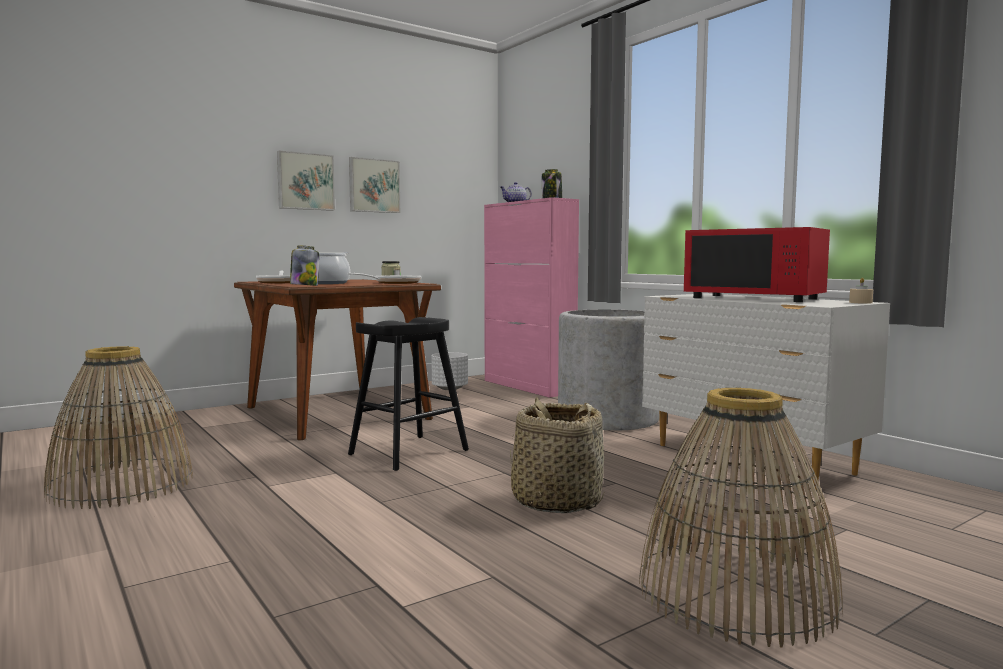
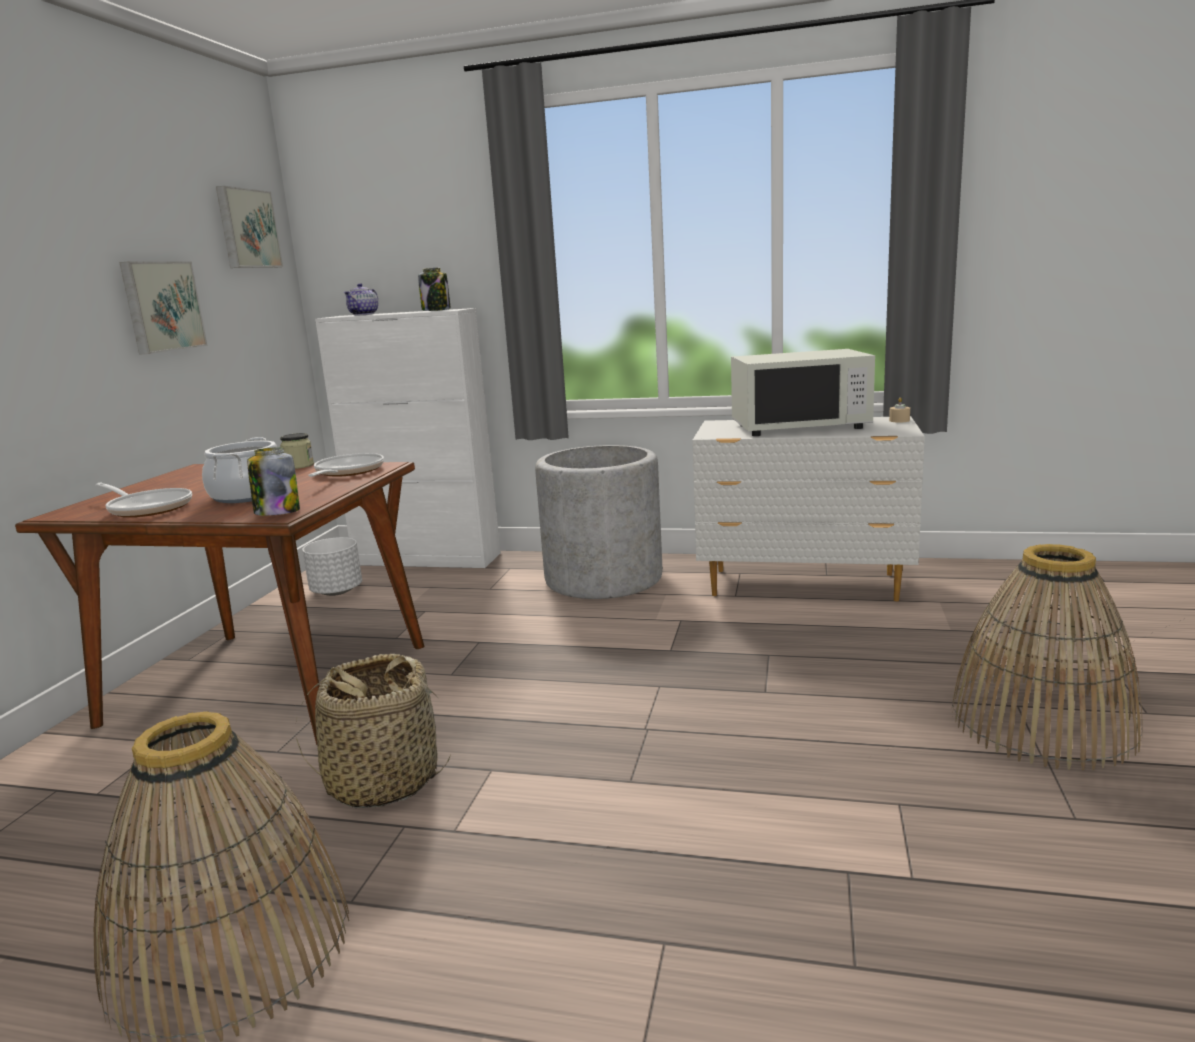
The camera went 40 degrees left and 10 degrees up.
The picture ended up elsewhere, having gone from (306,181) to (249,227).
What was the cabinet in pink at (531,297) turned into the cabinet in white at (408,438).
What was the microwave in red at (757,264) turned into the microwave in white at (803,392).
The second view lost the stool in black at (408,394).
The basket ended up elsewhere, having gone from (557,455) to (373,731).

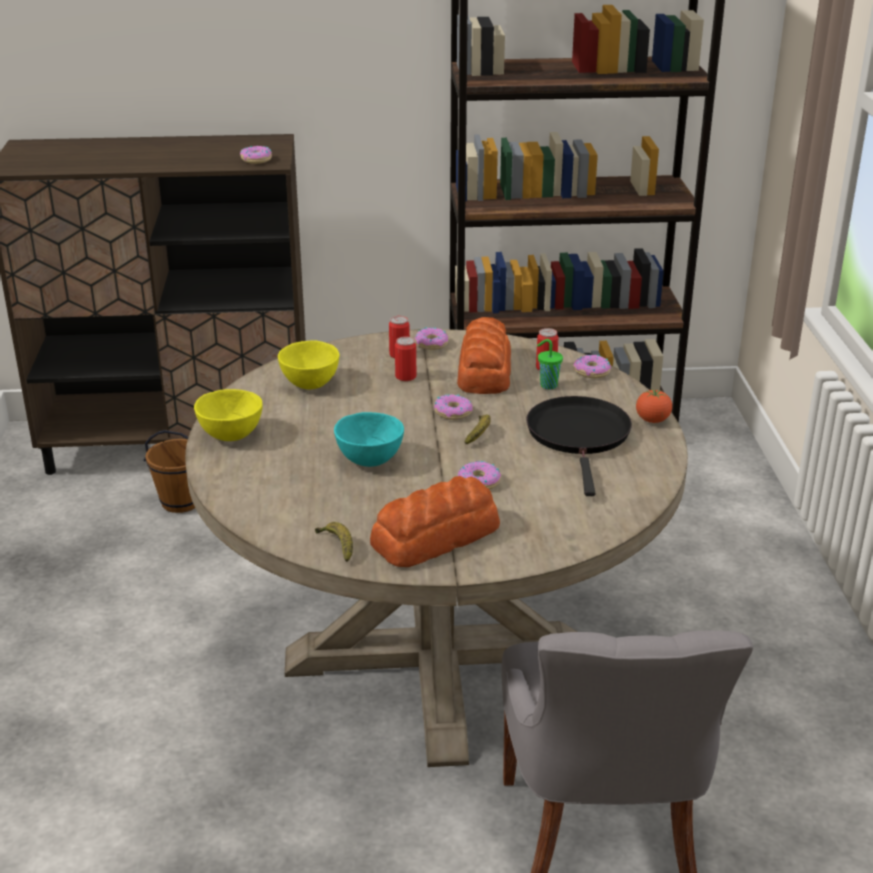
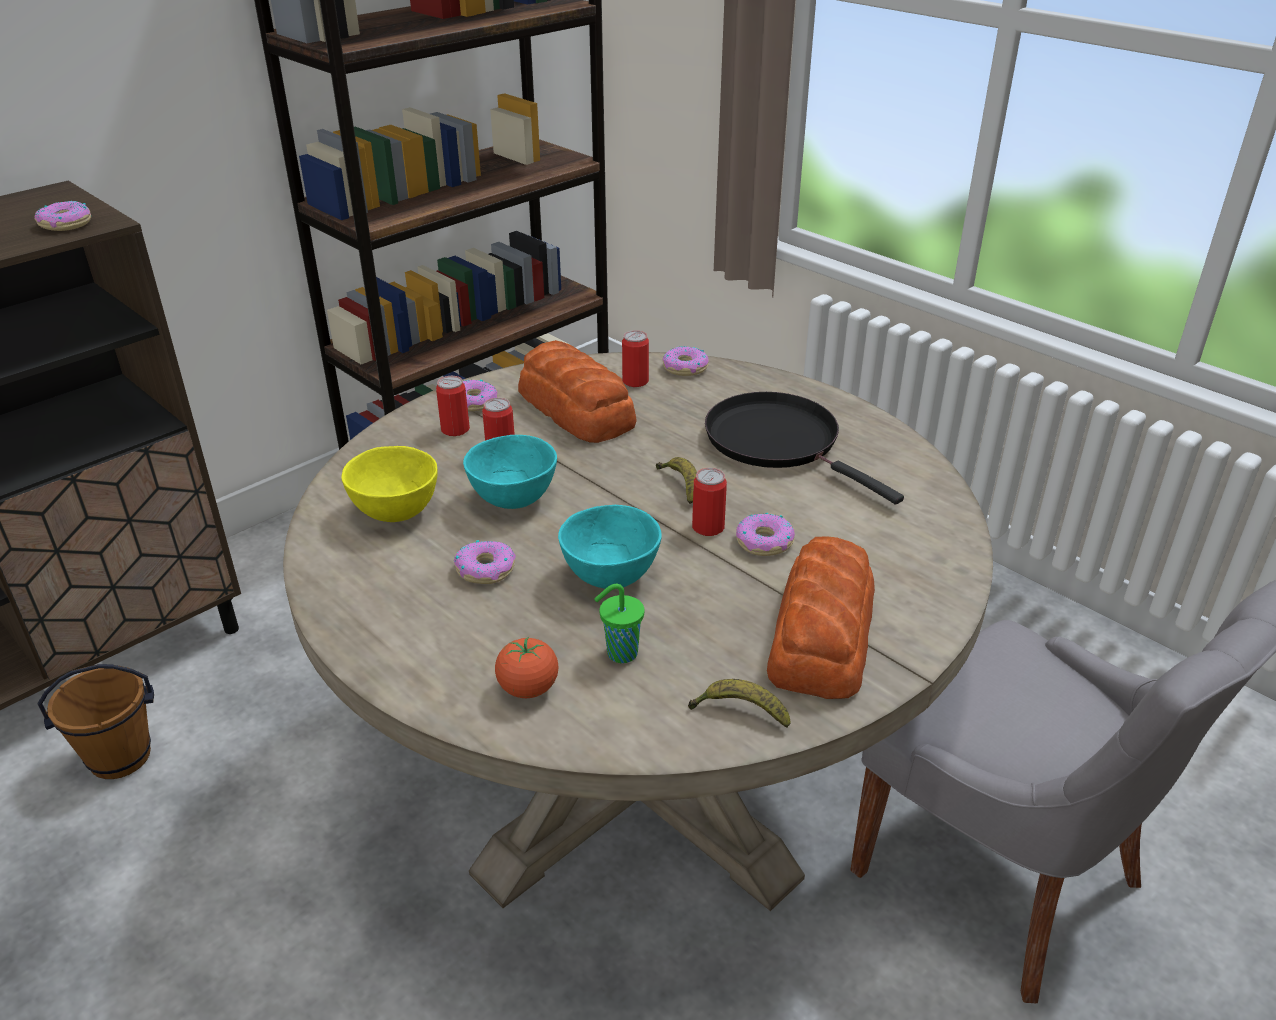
The camera went 40 degrees left and 5 degrees up.
The cup in green ended up elsewhere, having gone from (550,364) to (619,623).
The second view lost the bowl in yellow at (228,415).
The tomato ended up elsewhere, having gone from (654,406) to (526,667).
The donut ended up elsewhere, having gone from (453,407) to (485,562).
The second view gained the bowl in turquoise at (510,472).
The second view gained the can at (709,502).

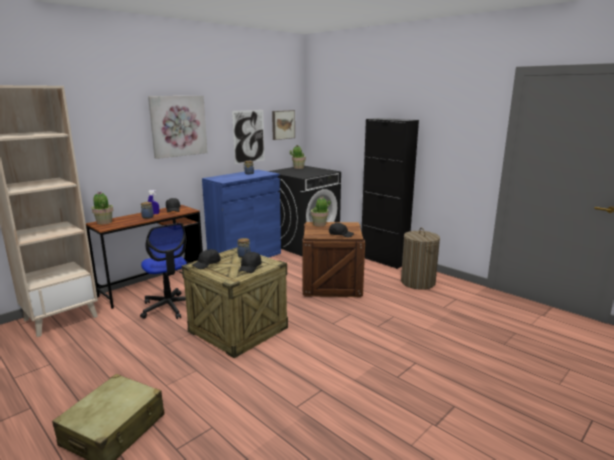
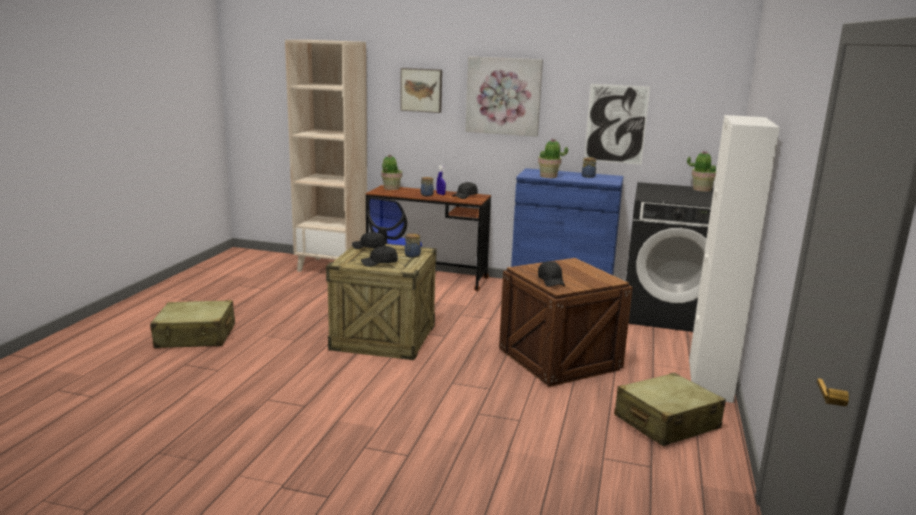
The camera went 60 degrees right and 0 degrees up.
The picture ended up elsewhere, having gone from (283,125) to (421,90).
What was the cabinet in black at (390,193) turned into the cabinet in white at (734,259).
The potted plant ended up elsewhere, having gone from (320,212) to (553,158).
Where the laundry basket stood at (420,259), the suitcase in beige came to stand at (670,409).

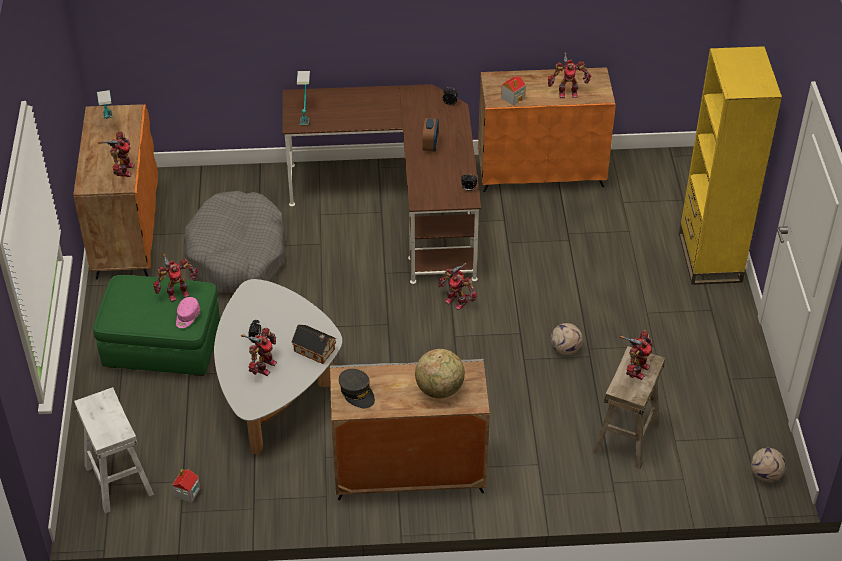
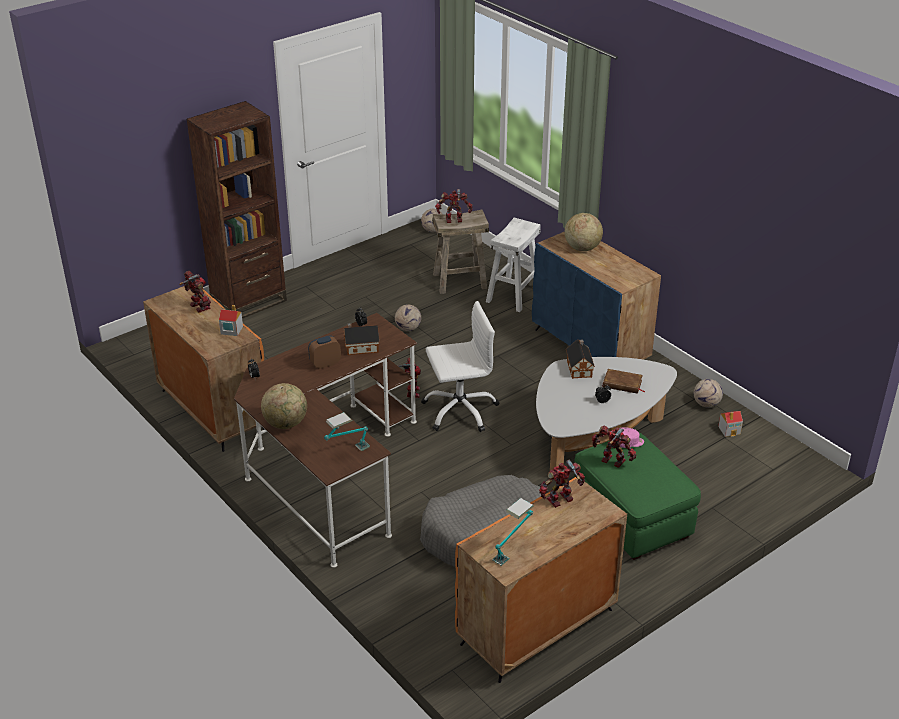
The camera went 125 degrees left and 10 degrees down.
What was the bookcase in yellow at (730,165) turned into the bookcase in brown at (237,210).
Where the toy robot stood at (259,352), the book in brown came to stand at (624,381).
What was the cabinet in grey at (410,429) turned into the cabinet in blue at (596,295).
The second view lost the cap in grey at (357,388).
The stool in white ended up elsewhere, having gone from (114,450) to (513,265).
The second view gained the office chair in white at (460,366).
The second view gained the toy house at (361,339).
The second view gained the football at (708,393).
The second view gained the globe at (284,406).

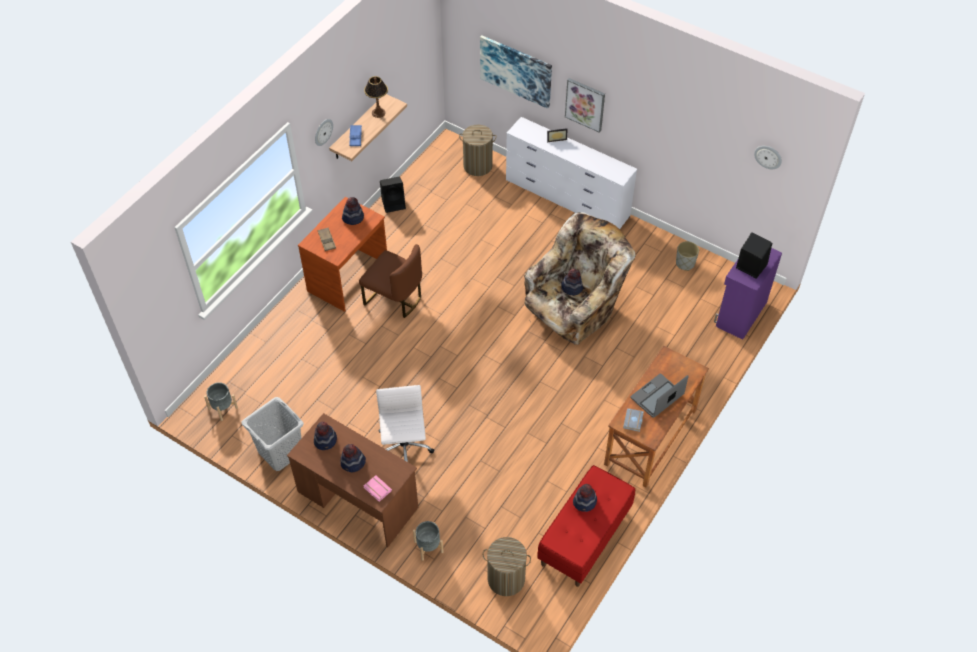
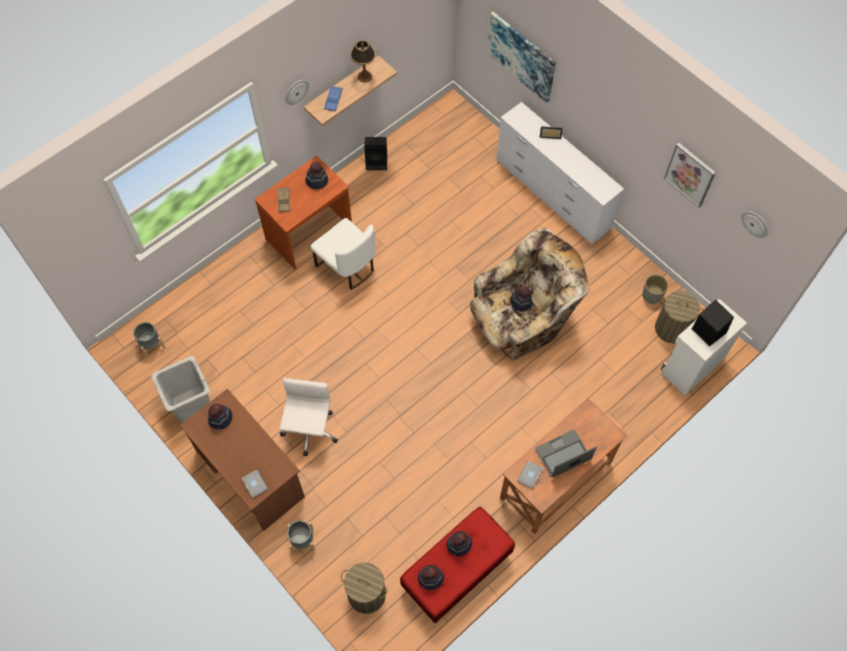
The camera went 15 degrees right and 10 degrees up.
The picture ended up elsewhere, having gone from (585,105) to (690,175).
The laundry basket ended up elsewhere, having gone from (478,150) to (679,317).
What was the chair in brown at (390,281) turned into the chair in white at (343,254).
What was the cabinet in purple at (748,294) turned into the cabinet in white at (704,347).
The hat ended up elsewhere, having gone from (353,458) to (431,577).
What was the book in pink at (378,488) turned into the book in grey at (255,484).

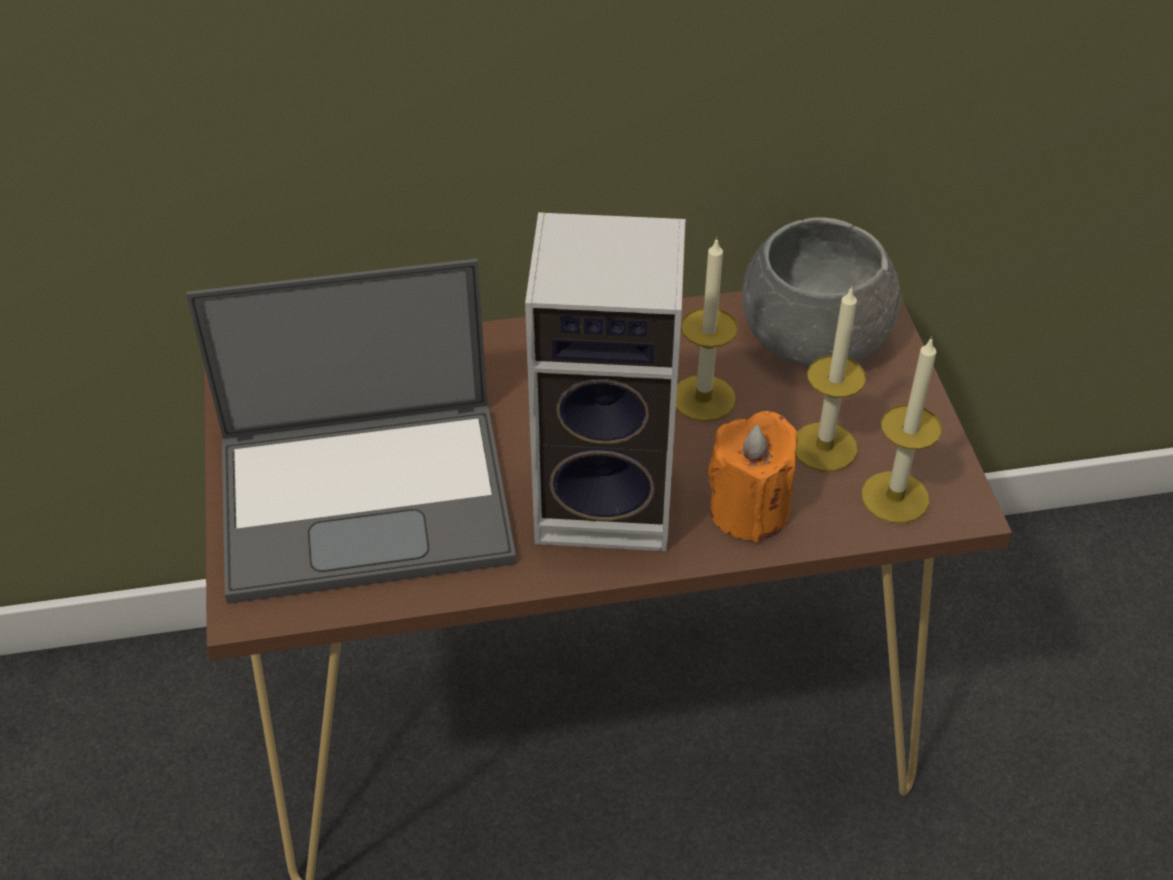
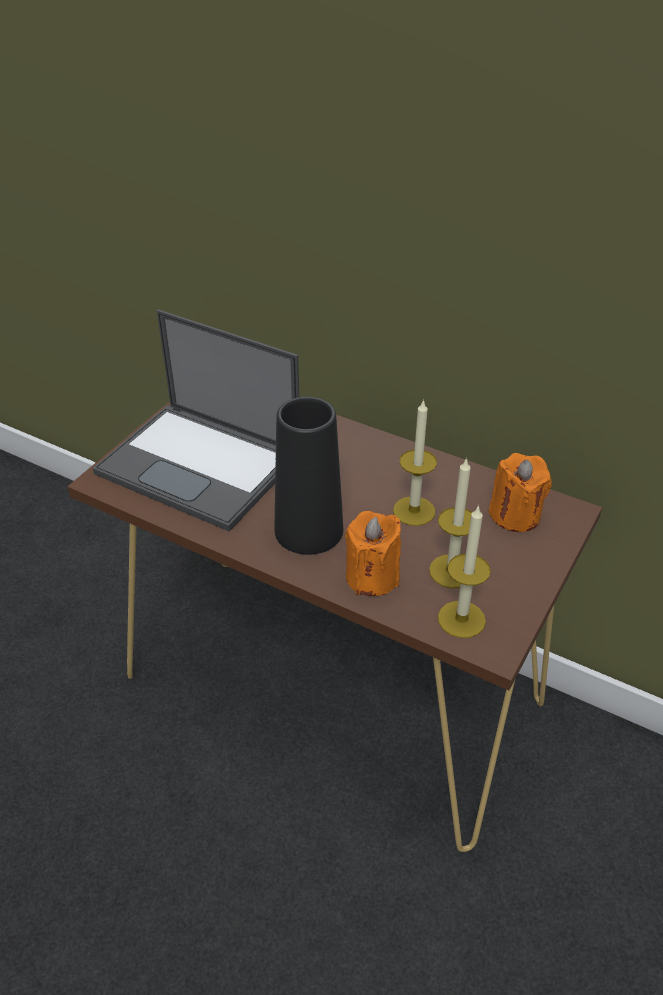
The camera went 40 degrees right and 5 degrees down.
Where the speaker stood at (605,381), the vase in black came to stand at (308,476).
Where the bowl in grey stood at (821,291), the candle in orange came to stand at (520,492).

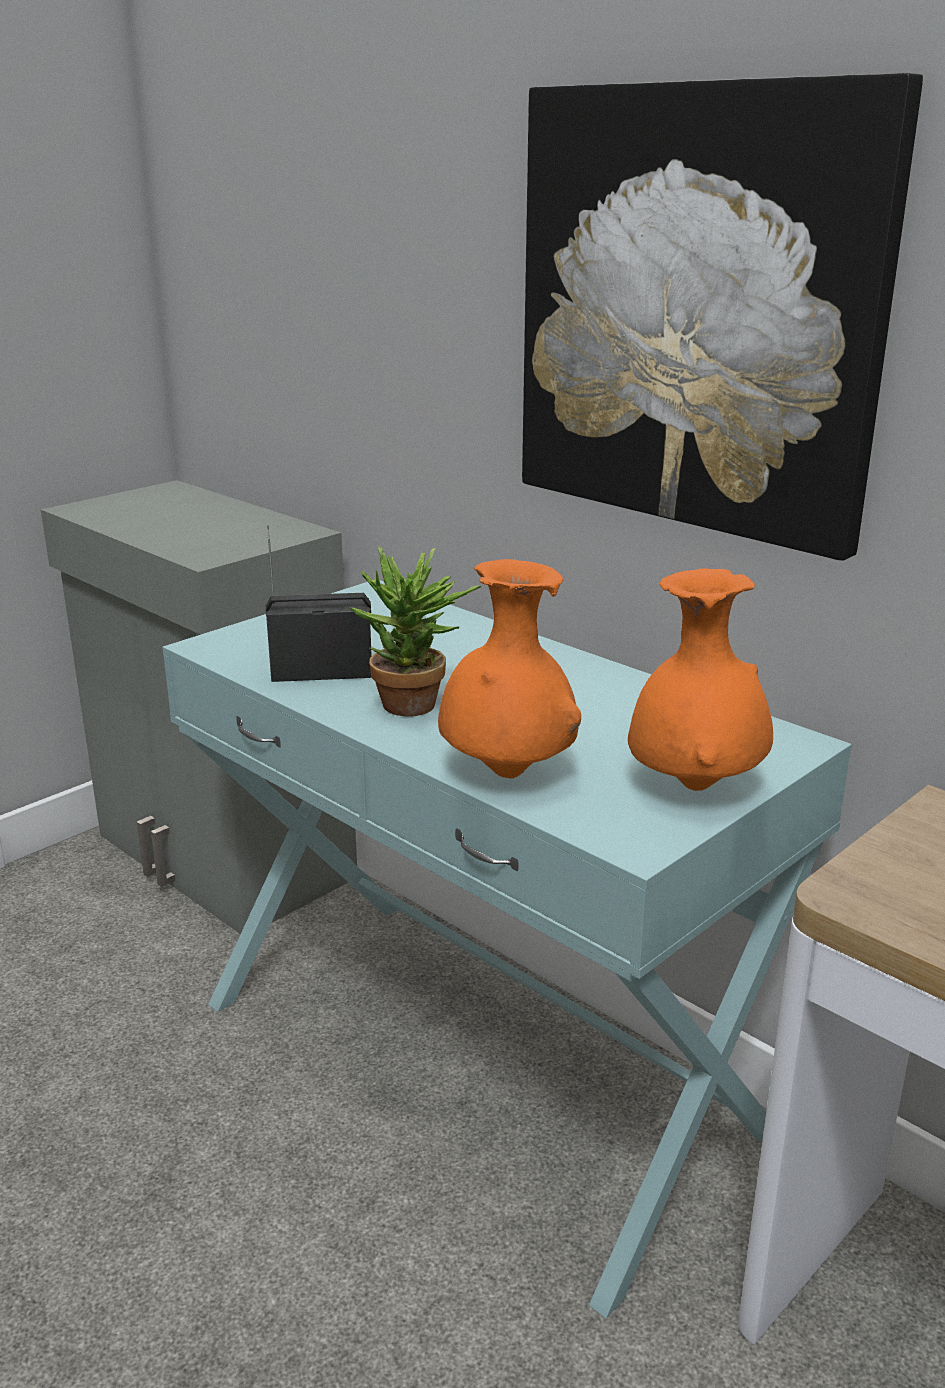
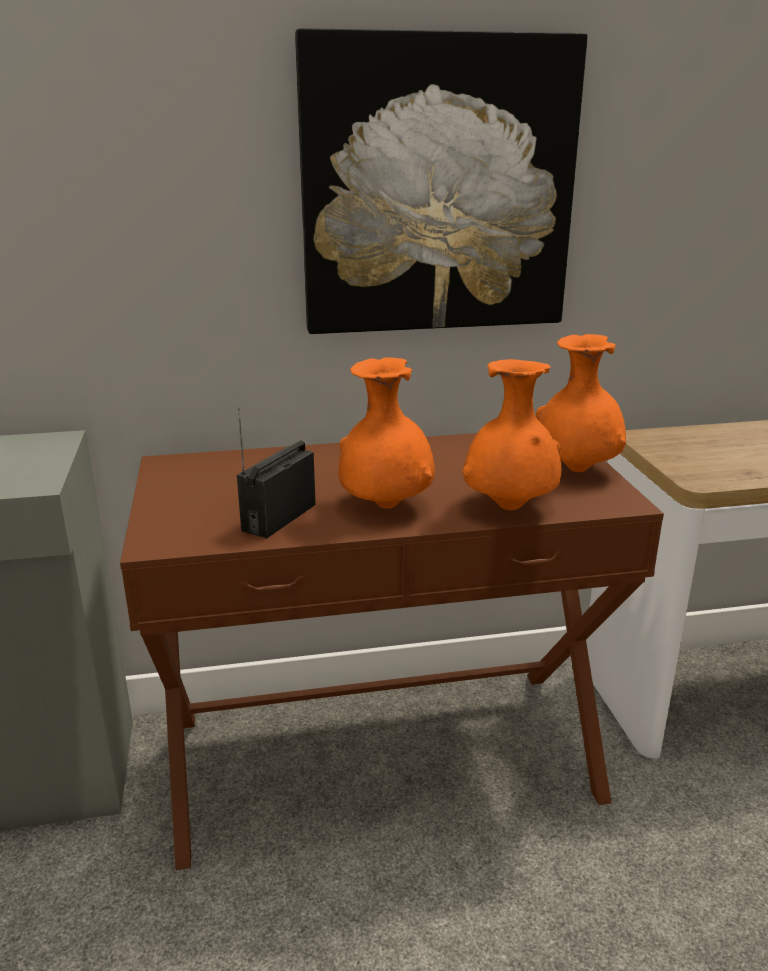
The camera went 55 degrees left and 0 degrees up.
Where the potted plant stood at (415,632), the vase in orange came to stand at (386,432).
What was the console table in turquoise at (507,949) turned into the console table in brown at (392,651).

